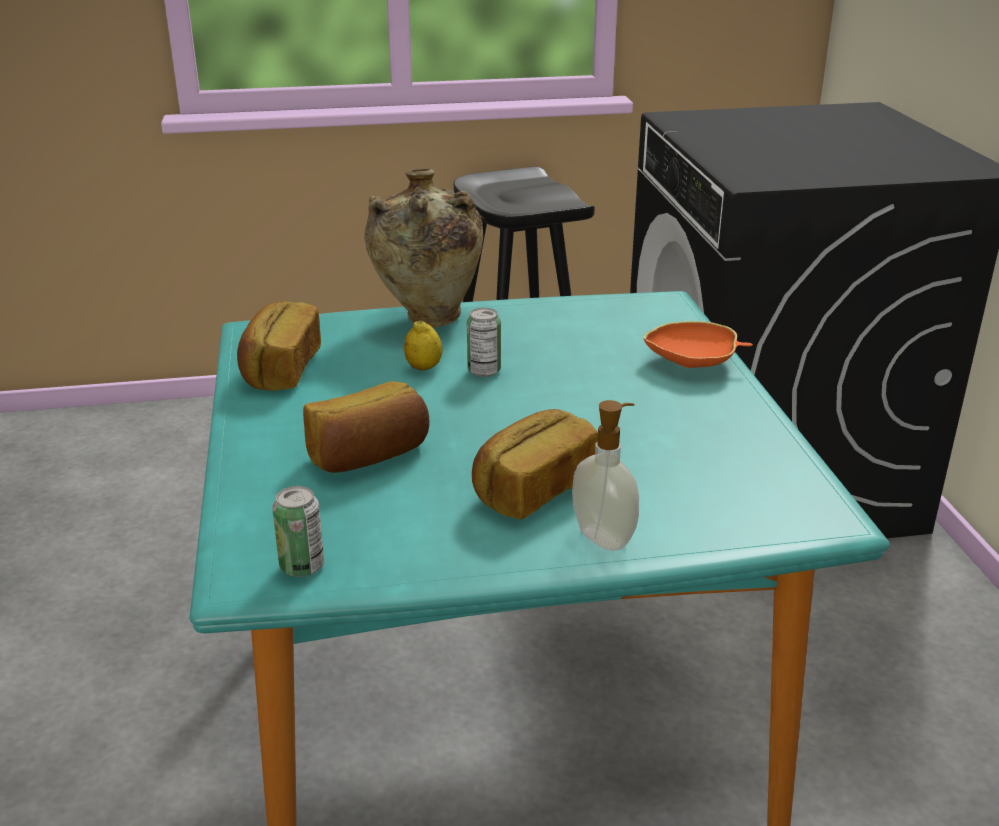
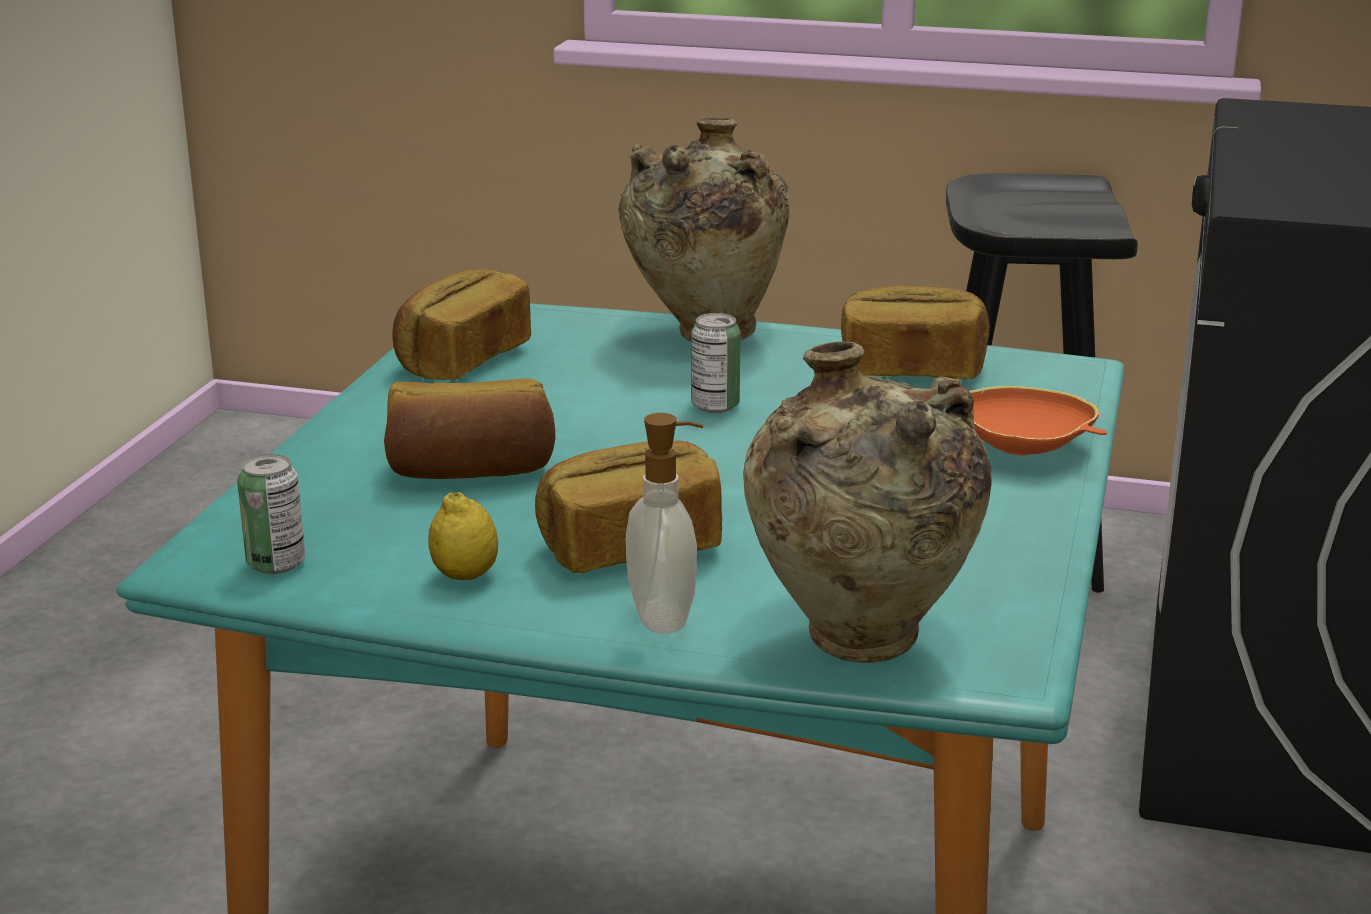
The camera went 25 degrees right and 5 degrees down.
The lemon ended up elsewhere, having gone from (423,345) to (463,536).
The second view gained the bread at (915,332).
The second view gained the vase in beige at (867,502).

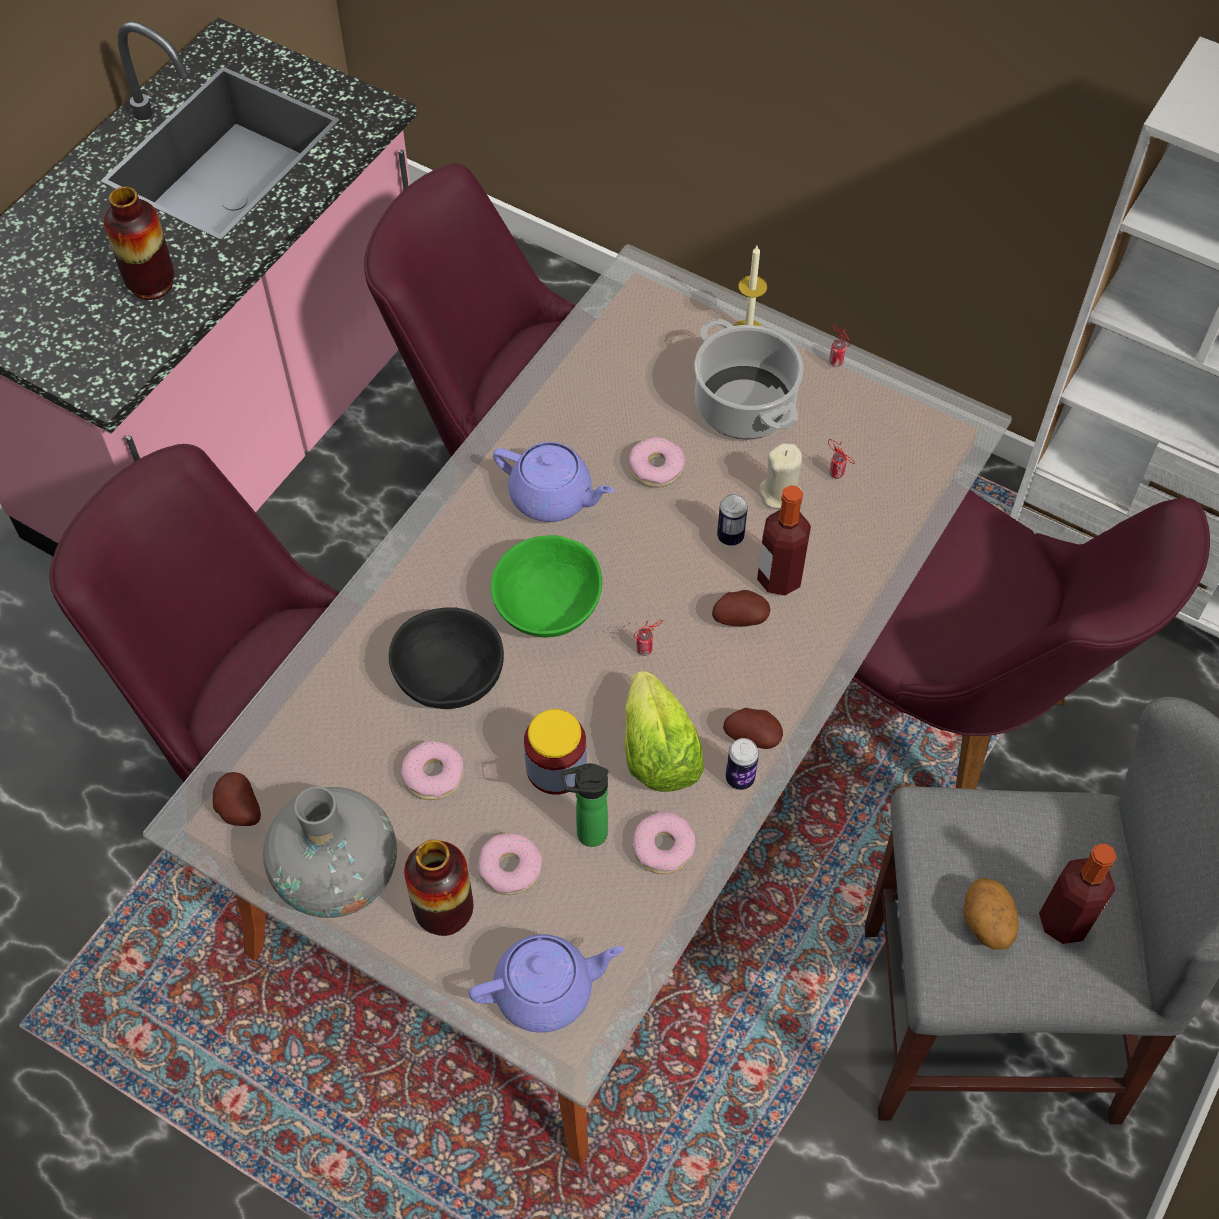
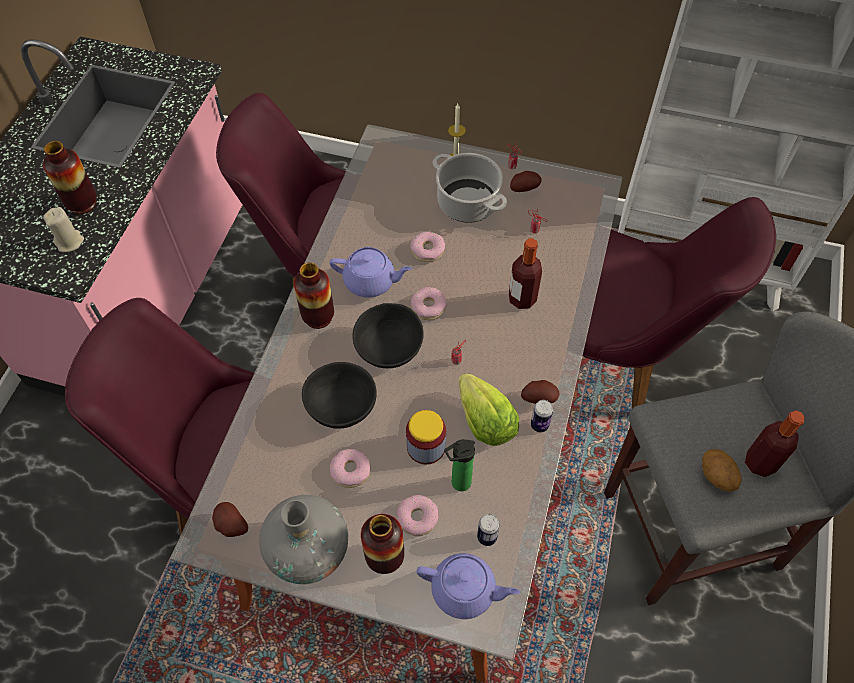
The camera went 15 degrees left and 0 degrees up.
The candle in beige ended up elsewhere, having gone from (781,475) to (63,229).
The can ended up elsewhere, having gone from (732,520) to (488,530).
What was the bowl in green at (546,586) turned into the bowl in black at (388,335).
The potato ended up elsewhere, having gone from (741,608) to (526,181).
The donut ended up elsewhere, having gone from (664,843) to (429,303).
The teapot in purple at (546,983) ended up facing another way, 45 degrees clockwise from before.
The second view gained the vase at (314,296).

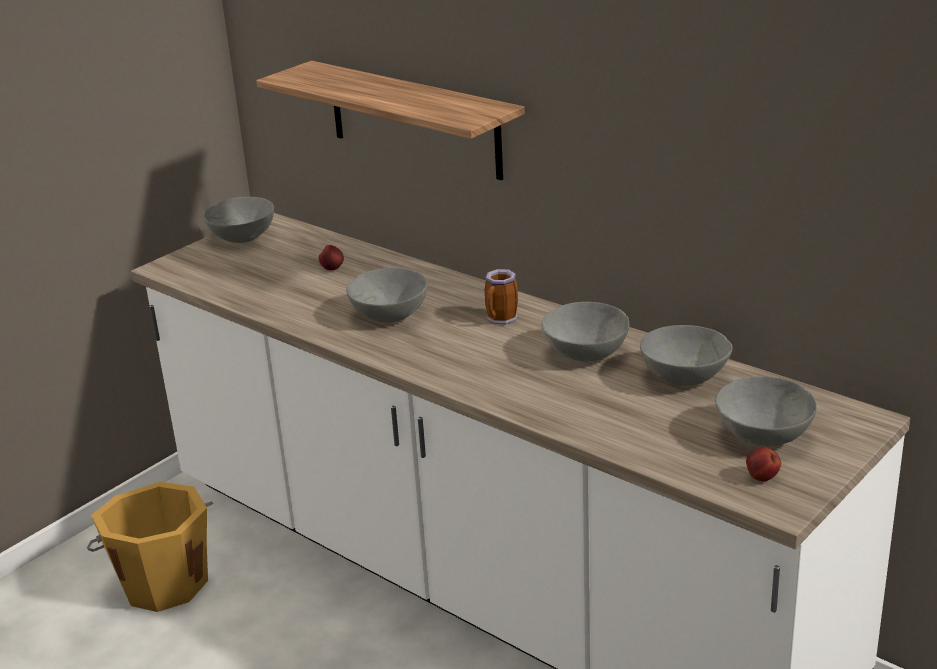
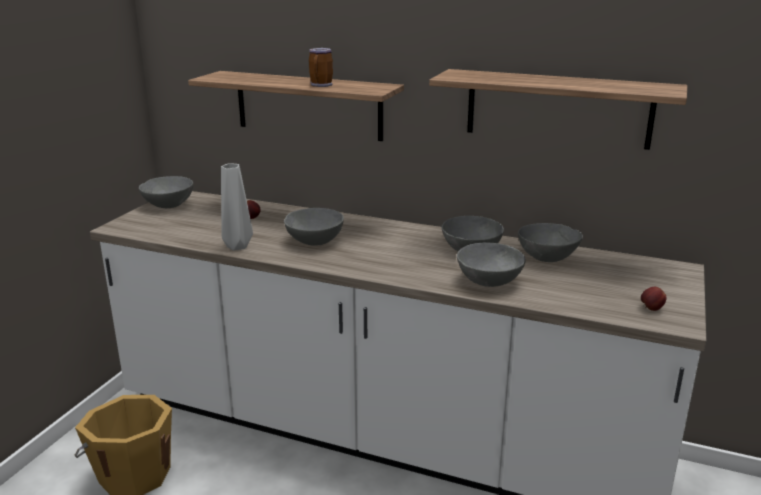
The camera went 20 degrees left and 5 degrees down.
The mug ended up elsewhere, having gone from (501,297) to (321,67).
The bowl in grey ended up elsewhere, having gone from (766,411) to (491,264).
The second view gained the shelf at (558,109).
The second view gained the vase in grey at (237,207).

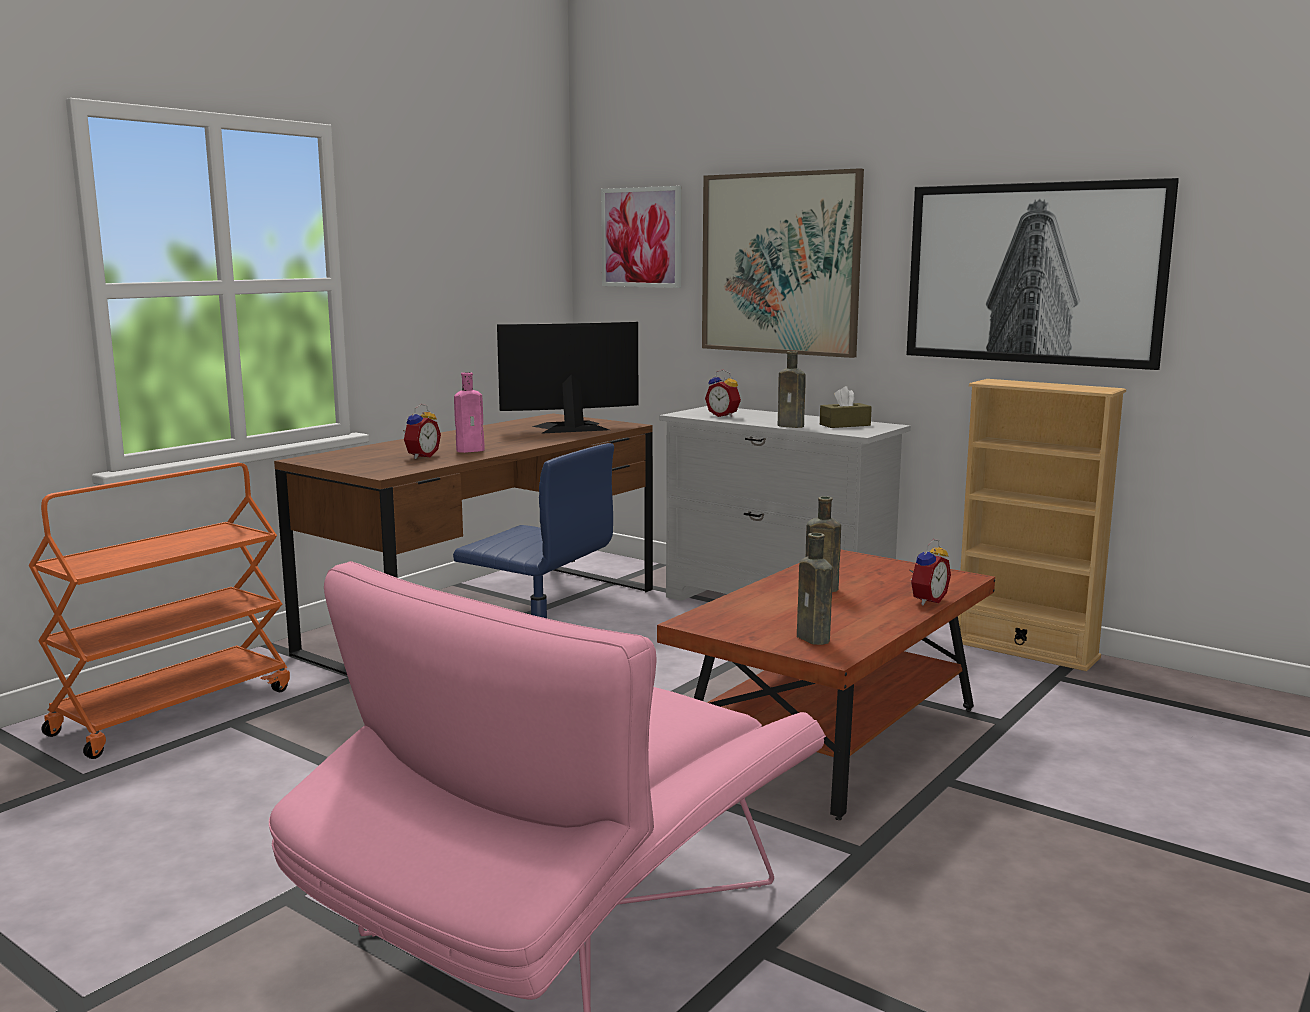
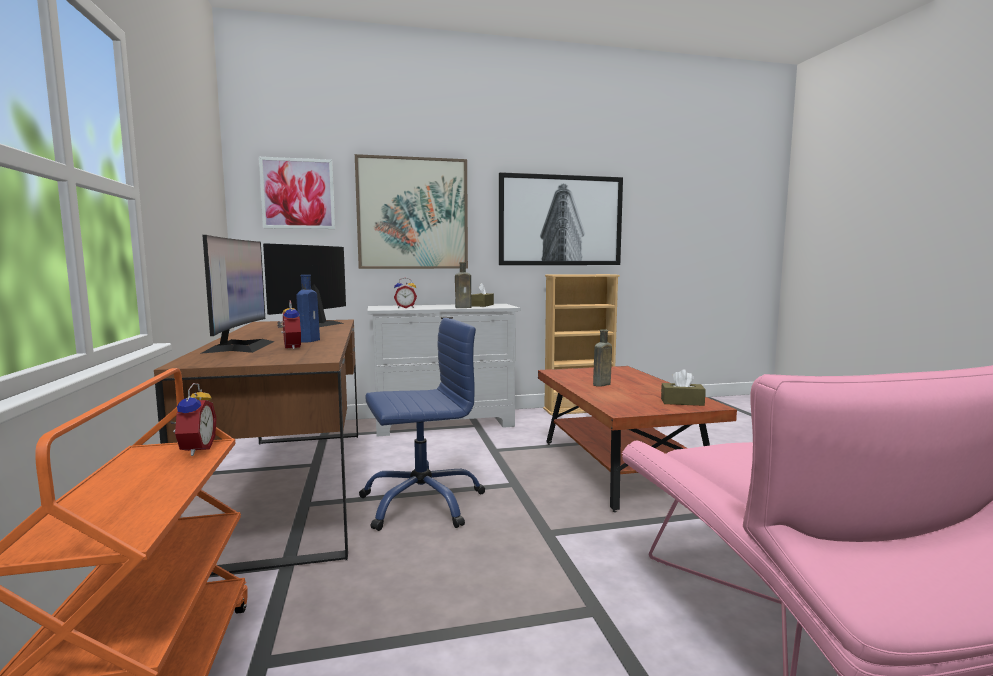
The camera went 50 degrees left and 5 degrees down.
What was the bottle in pink at (469,412) turned into the bottle in blue at (308,309).
Where the bottle in brown stood at (815,589), the tissue box in brown came to stand at (683,387).
The alarm clock ended up elsewhere, having gone from (930,572) to (193,419).
The second view gained the monitor at (237,294).

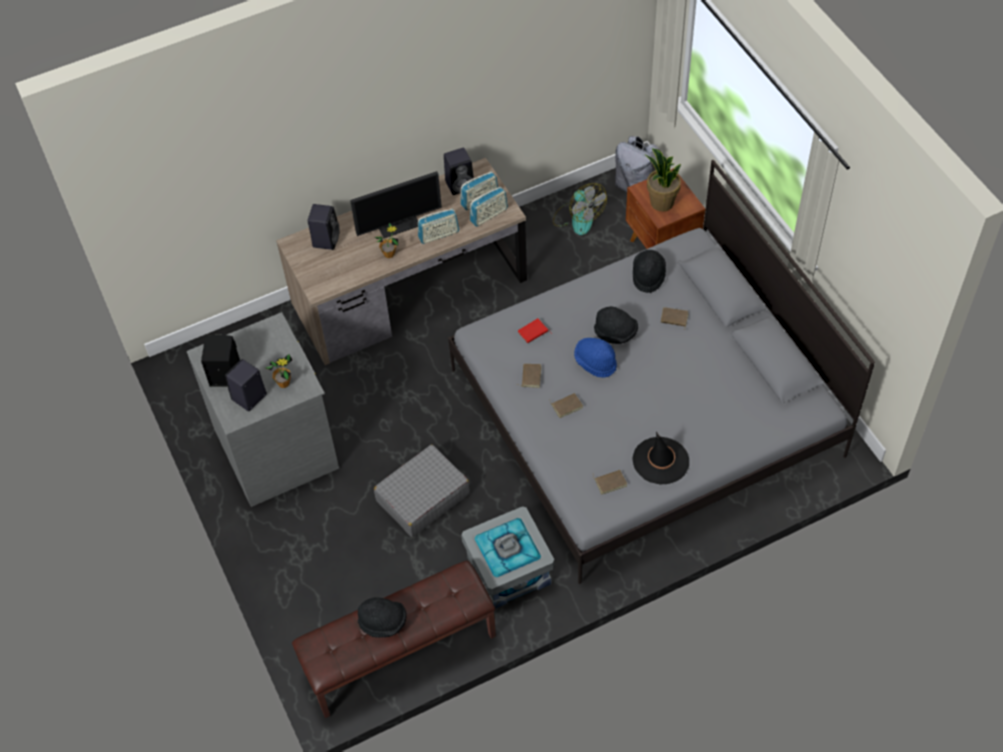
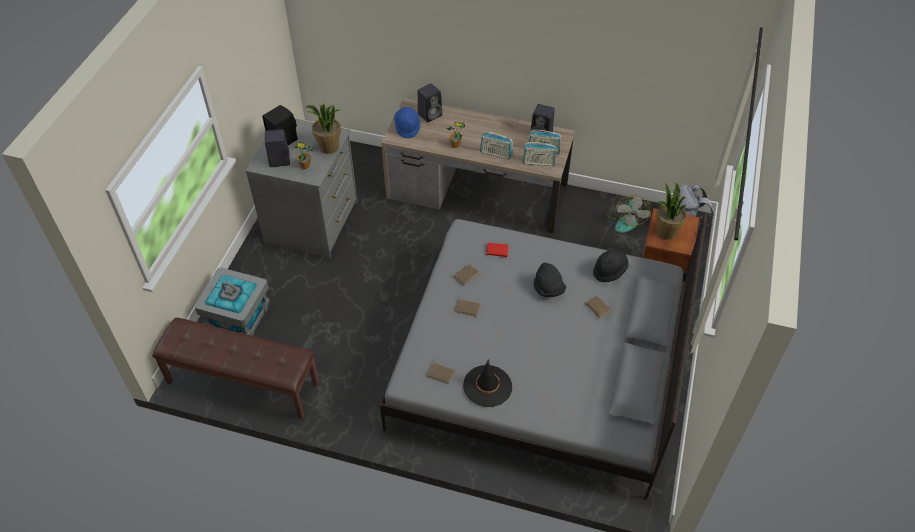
The camera went 40 degrees right and 5 degrees down.
The second view lost the monitor at (396,204).
The hat in blue ended up elsewhere, having gone from (595,358) to (407,122).
The second view lost the suitcase in grey at (422,490).
The storage box in grey ended up elsewhere, having gone from (508,557) to (232,301).
The second view lost the hat in black at (382,617).
The second view gained the potted plant at (323,129).

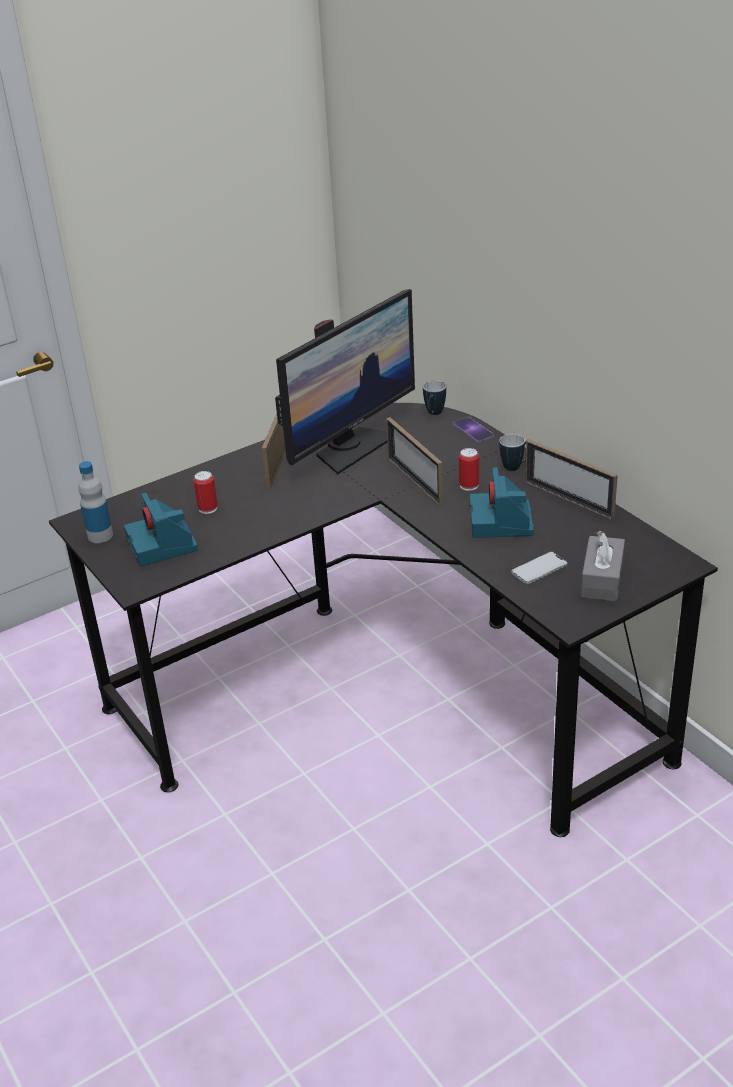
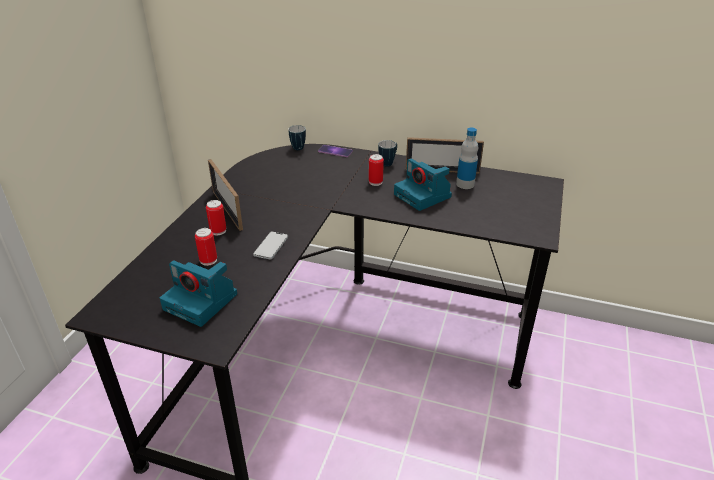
The camera went 40 degrees left and 0 degrees up.
The second view lost the monitor at (345,381).
The second view lost the picture frame at (414,461).
The bottle ended up elsewhere, having gone from (95,502) to (467,158).
The second view lost the tissue box in grey at (603,566).
The phone ended up elsewhere, having gone from (539,568) to (270,246).
The second view gained the can at (216,218).

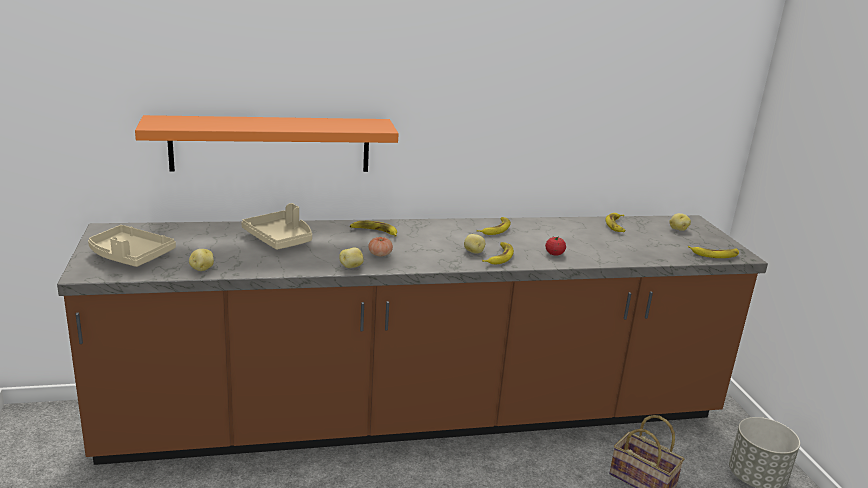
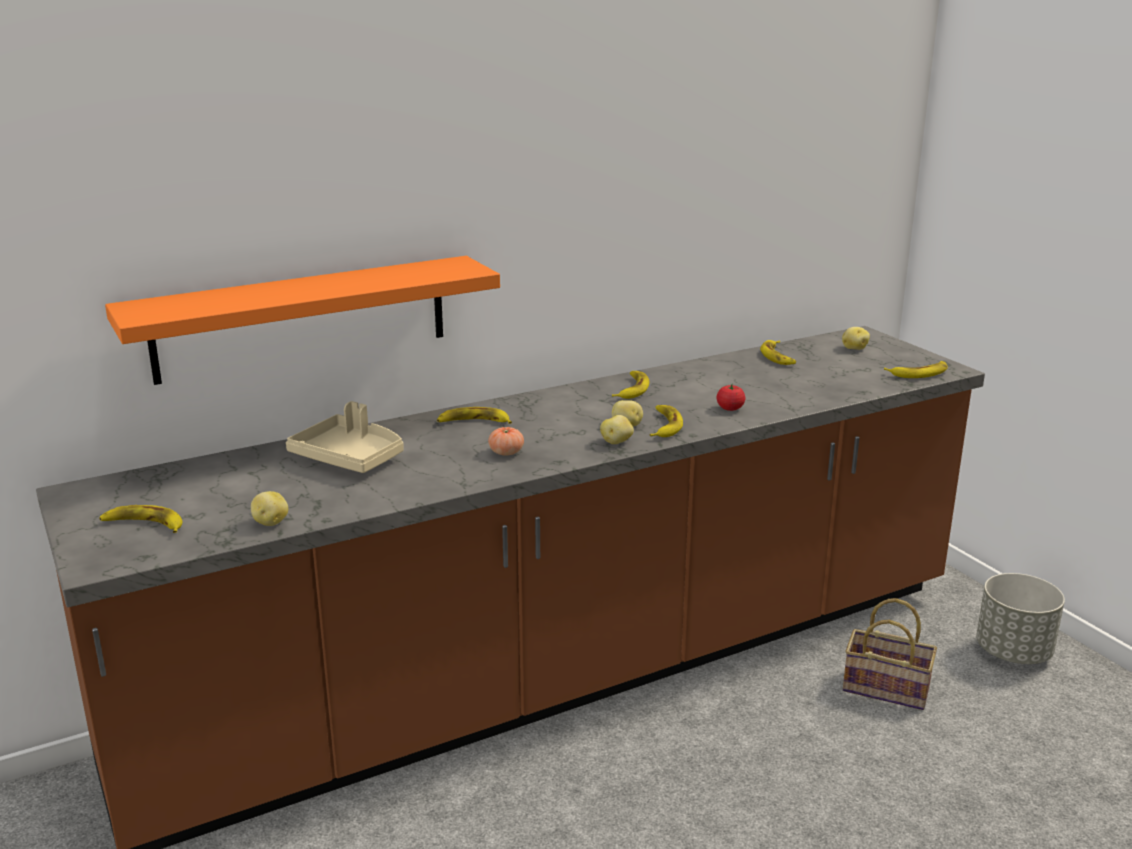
The camera went 15 degrees left and 0 degrees up.
Where the tray in beige stood at (132,246), the banana came to stand at (141,519).
The potato ended up elsewhere, having gone from (351,257) to (617,429).

